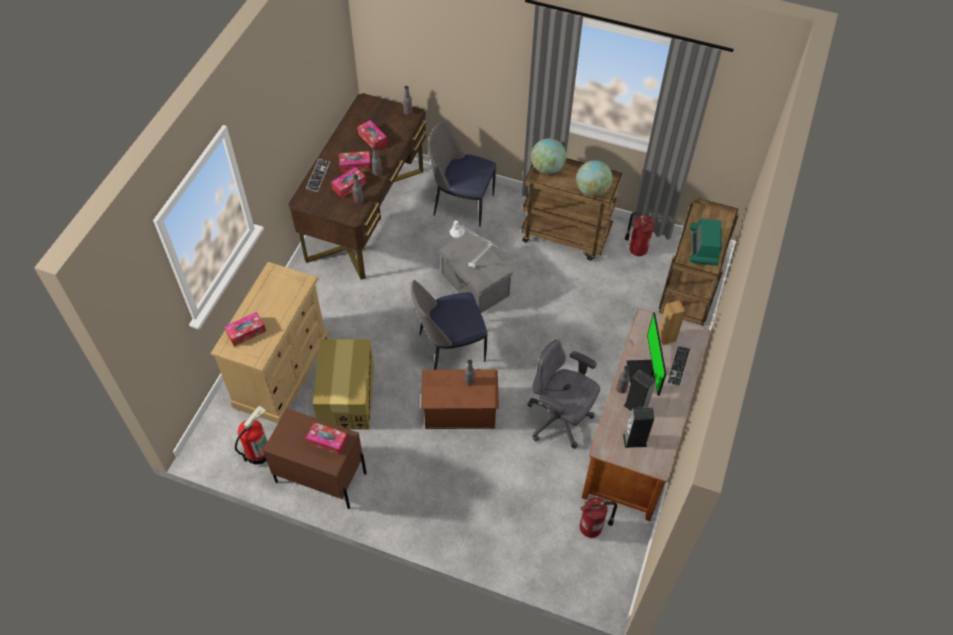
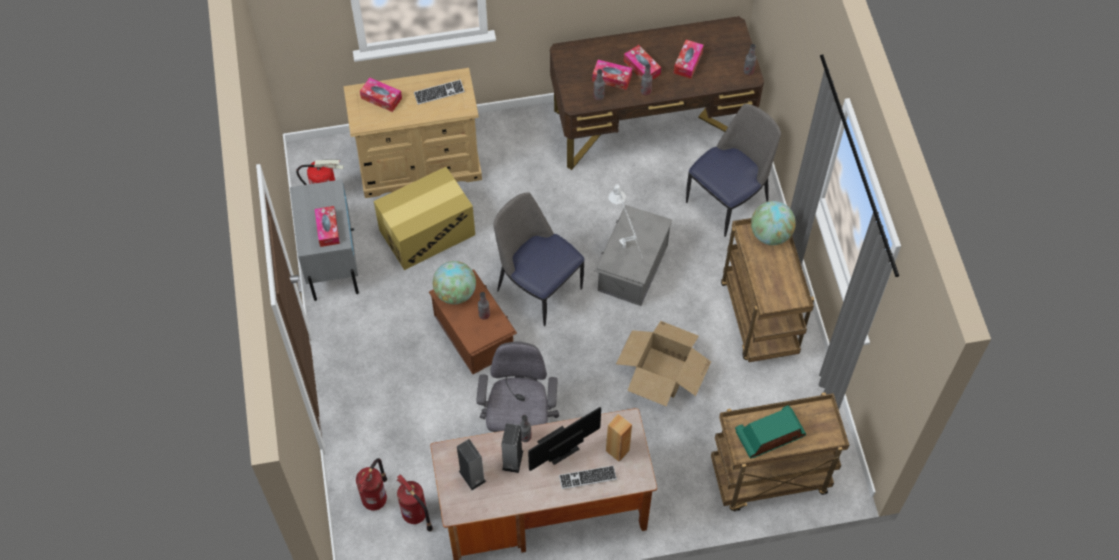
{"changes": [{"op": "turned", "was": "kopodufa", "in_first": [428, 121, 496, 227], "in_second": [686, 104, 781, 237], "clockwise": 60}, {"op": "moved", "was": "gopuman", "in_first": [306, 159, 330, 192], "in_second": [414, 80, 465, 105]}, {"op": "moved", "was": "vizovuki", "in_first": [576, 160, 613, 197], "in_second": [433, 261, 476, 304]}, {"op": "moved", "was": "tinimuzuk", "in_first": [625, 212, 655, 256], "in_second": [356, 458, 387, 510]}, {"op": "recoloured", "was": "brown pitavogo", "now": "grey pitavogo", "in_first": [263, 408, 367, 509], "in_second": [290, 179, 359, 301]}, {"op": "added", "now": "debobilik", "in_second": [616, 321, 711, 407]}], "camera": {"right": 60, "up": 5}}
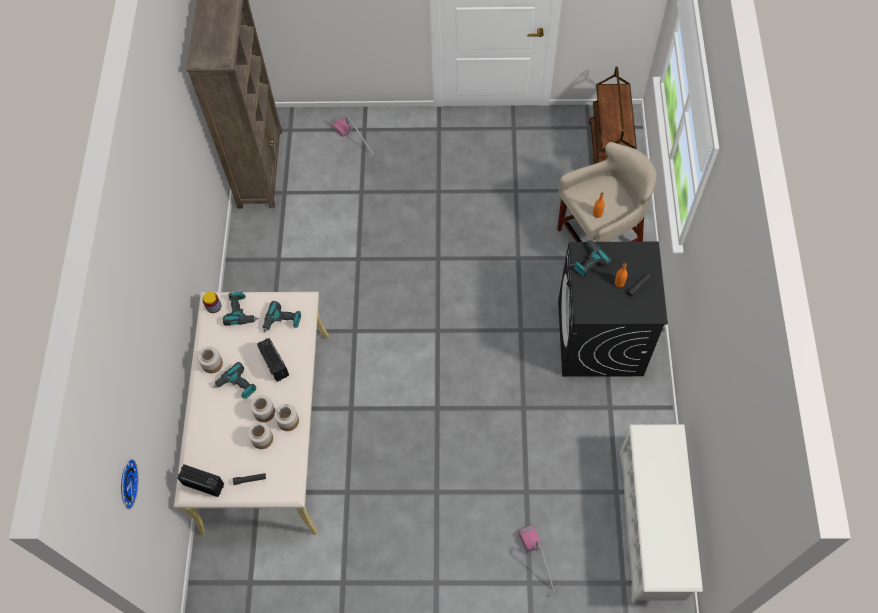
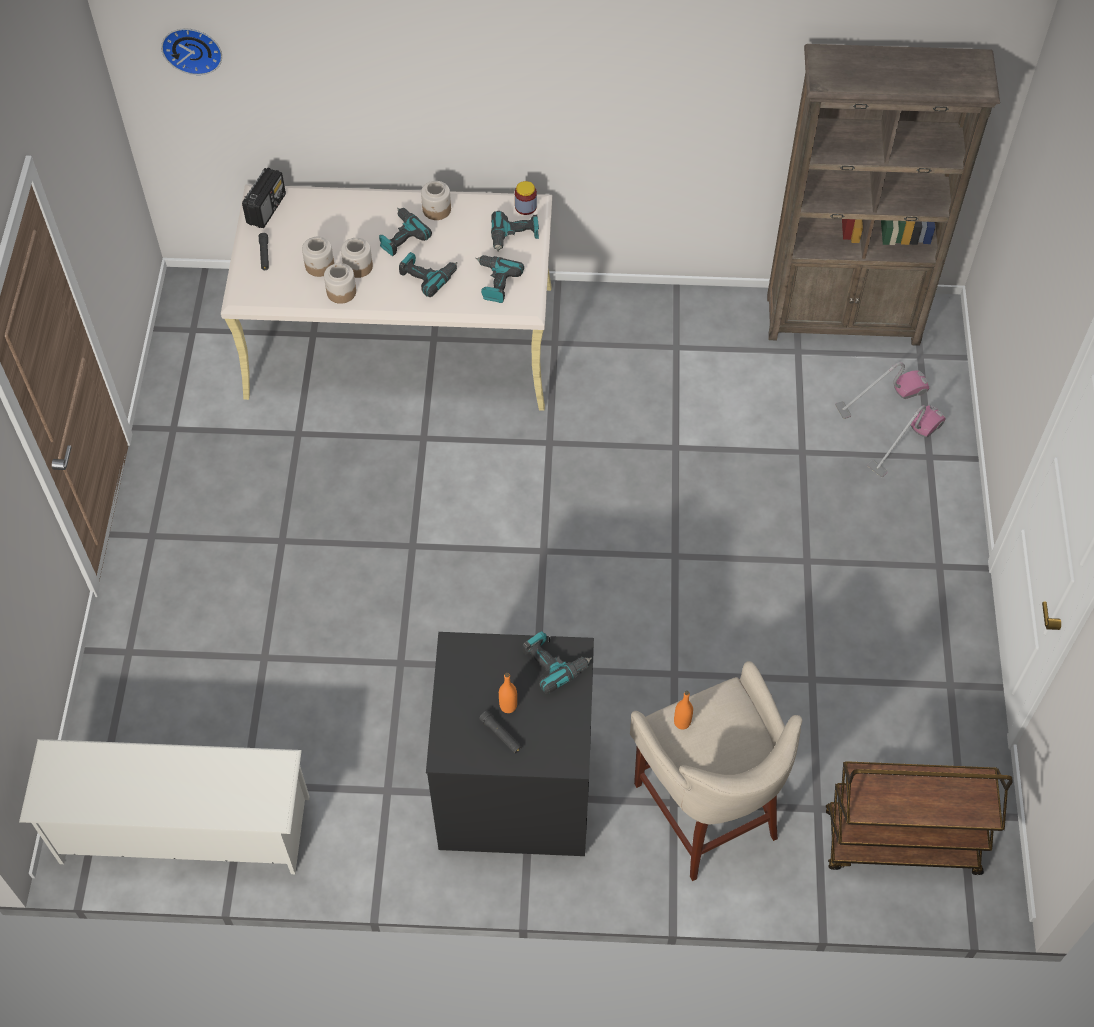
{"changes": [{"op": "replaced", "was": "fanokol", "now": "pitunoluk", "in_first": [257, 338, 289, 382], "in_second": [399, 252, 458, 297]}, {"op": "moved", "was": "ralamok", "in_first": [518, 525, 562, 597], "in_second": [835, 362, 929, 419]}], "camera": {"right": 90, "up": -5}}
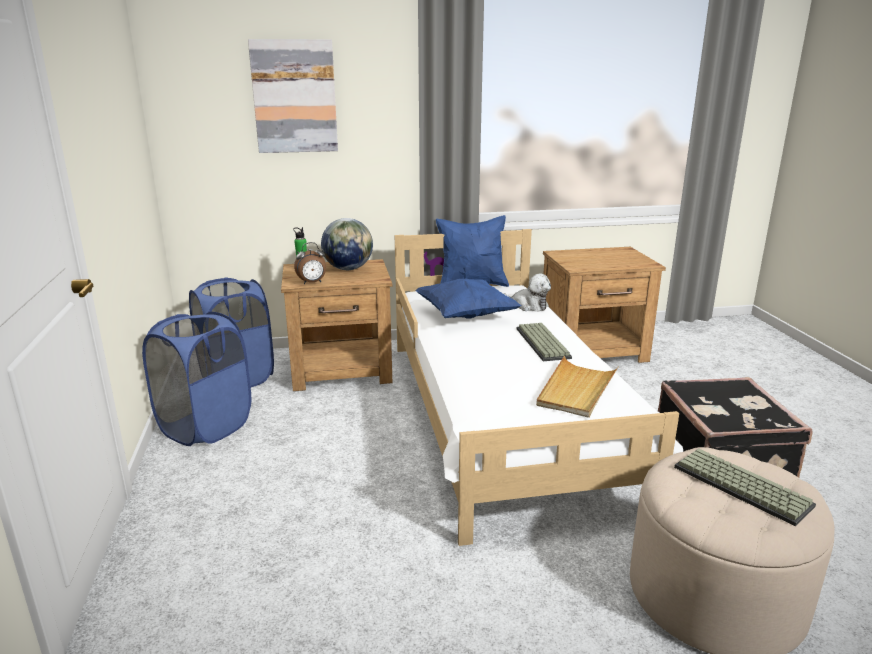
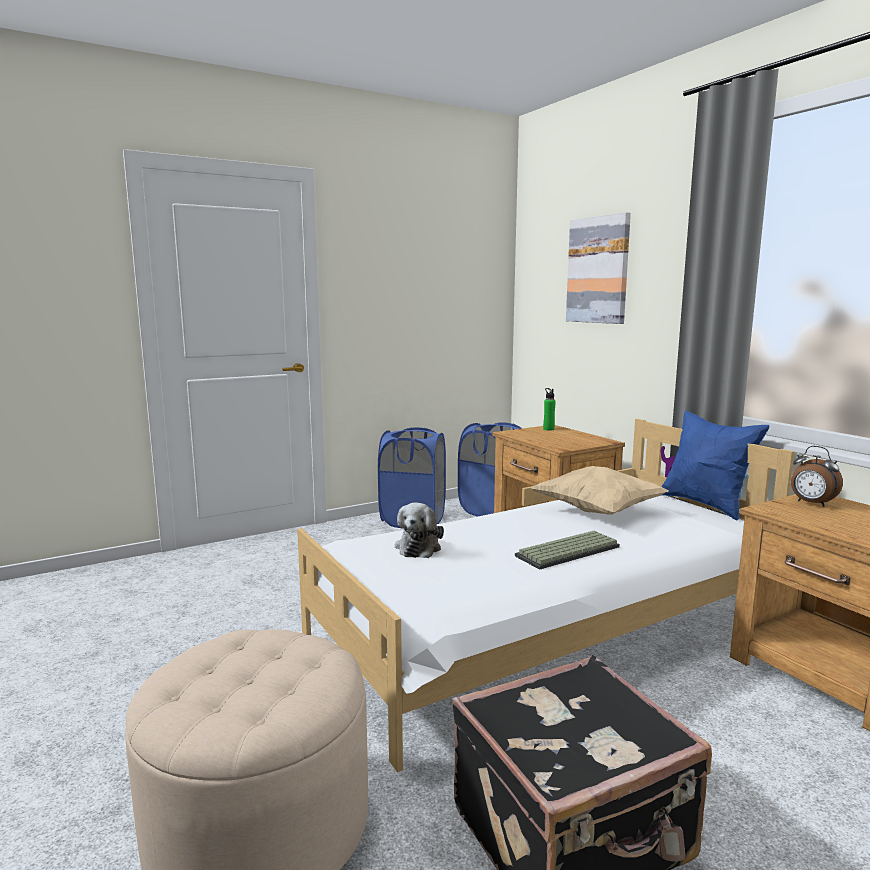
{"changes": [{"op": "removed", "was": "vizovuki", "in_first": [321, 218, 373, 270]}, {"op": "moved", "was": "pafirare", "in_first": [294, 242, 326, 284], "in_second": [791, 446, 843, 507]}, {"op": "moved", "was": "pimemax", "in_first": [503, 273, 551, 312], "in_second": [395, 502, 444, 558]}, {"op": "recoloured", "was": "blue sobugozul", "now": "beige sobugozul", "in_first": [415, 279, 522, 318], "in_second": [532, 466, 668, 515]}, {"op": "removed", "was": "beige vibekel", "in_first": [536, 356, 619, 418]}, {"op": "removed", "was": "gopuman", "in_first": [674, 448, 816, 526]}], "camera": {"right": 70, "up": -10}}
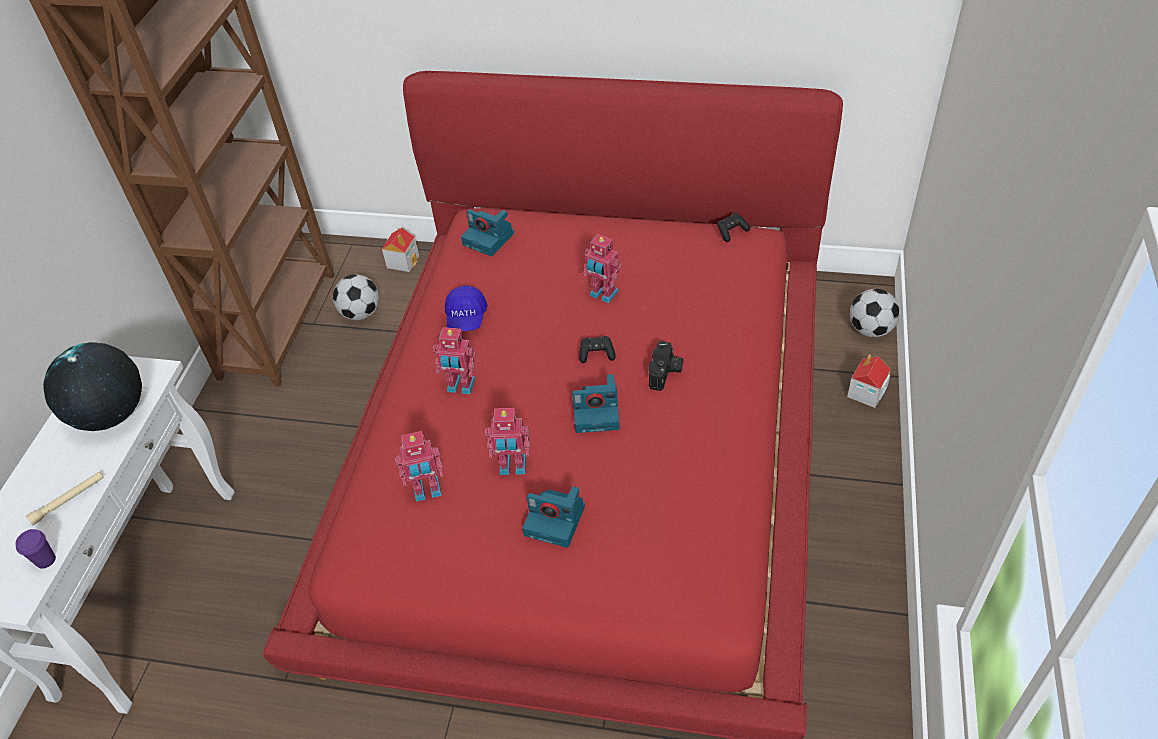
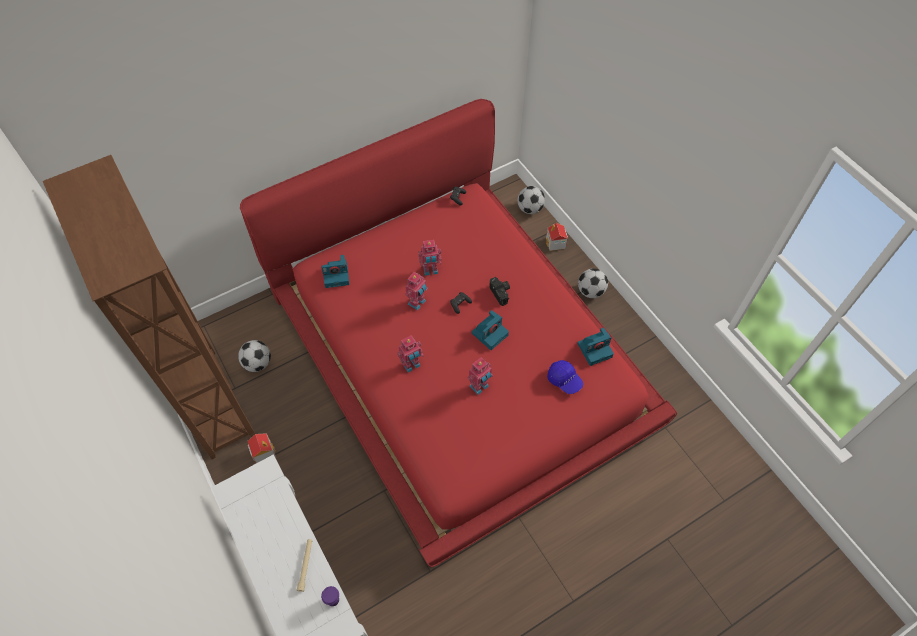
{"changes": [{"op": "moved", "was": "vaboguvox", "in_first": [382, 228, 419, 272], "in_second": [248, 433, 276, 463]}, {"op": "moved", "was": "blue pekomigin", "in_first": [445, 285, 488, 331], "in_second": [547, 360, 583, 394]}, {"op": "removed", "was": "vizovuki", "in_first": [43, 342, 142, 431]}, {"op": "moved", "was": "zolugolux", "in_first": [395, 431, 443, 502], "in_second": [405, 272, 428, 310]}, {"op": "moved", "was": "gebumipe", "in_first": [523, 486, 585, 548], "in_second": [577, 327, 614, 366]}, {"op": "added", "now": "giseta", "in_second": [578, 268, 608, 298]}], "camera": {"right": -45, "up": 10}}
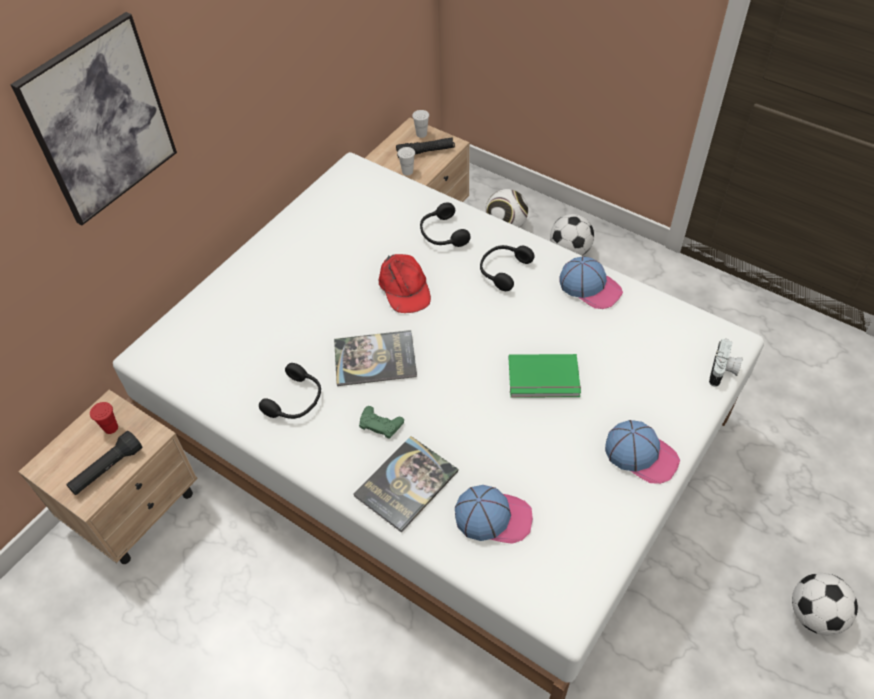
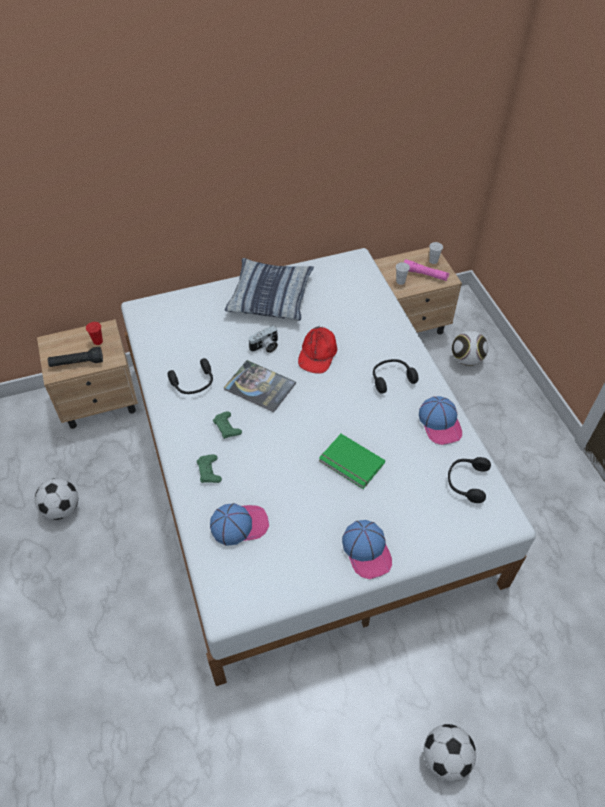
{"changes": [{"op": "removed", "was": "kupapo", "in_first": [10, 12, 177, 225]}, {"op": "recoloured", "was": "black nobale", "now": "pink nobale", "in_first": [396, 138, 455, 158], "in_second": [404, 259, 449, 281]}, {"op": "moved", "was": "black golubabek", "in_first": [420, 202, 471, 247], "in_second": [448, 457, 491, 503]}, {"op": "moved", "was": "giseta", "in_first": [550, 214, 594, 255], "in_second": [35, 478, 78, 520]}, {"op": "moved", "was": "gebumipe", "in_first": [709, 339, 742, 387], "in_second": [248, 326, 278, 353]}, {"op": "replaced", "was": "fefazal", "now": "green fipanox", "in_first": [353, 436, 458, 533], "in_second": [197, 454, 222, 483]}, {"op": "turned", "was": "pekomigin", "in_first": [455, 485, 533, 544], "in_second": [210, 503, 269, 546], "clockwise": -60}, {"op": "added", "now": "sobugozul", "in_second": [225, 258, 314, 321]}], "camera": {"right": 35, "up": 0}}
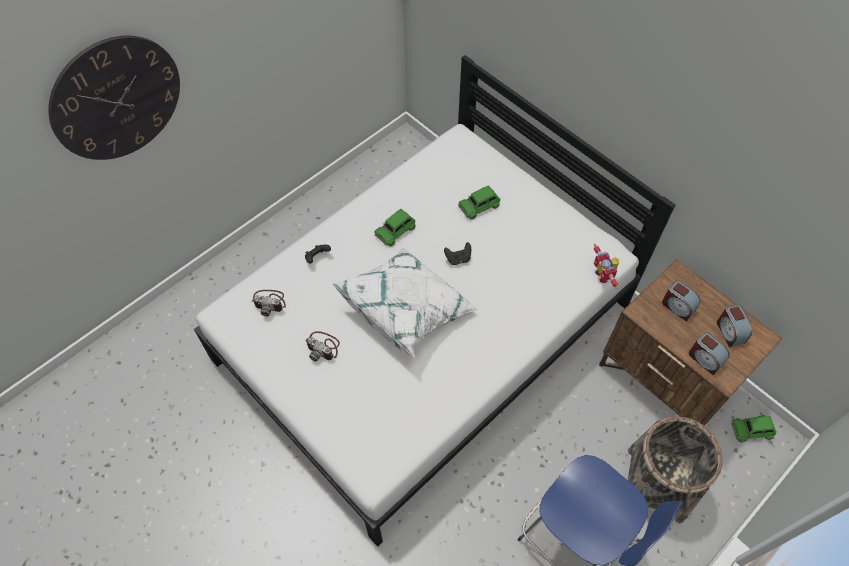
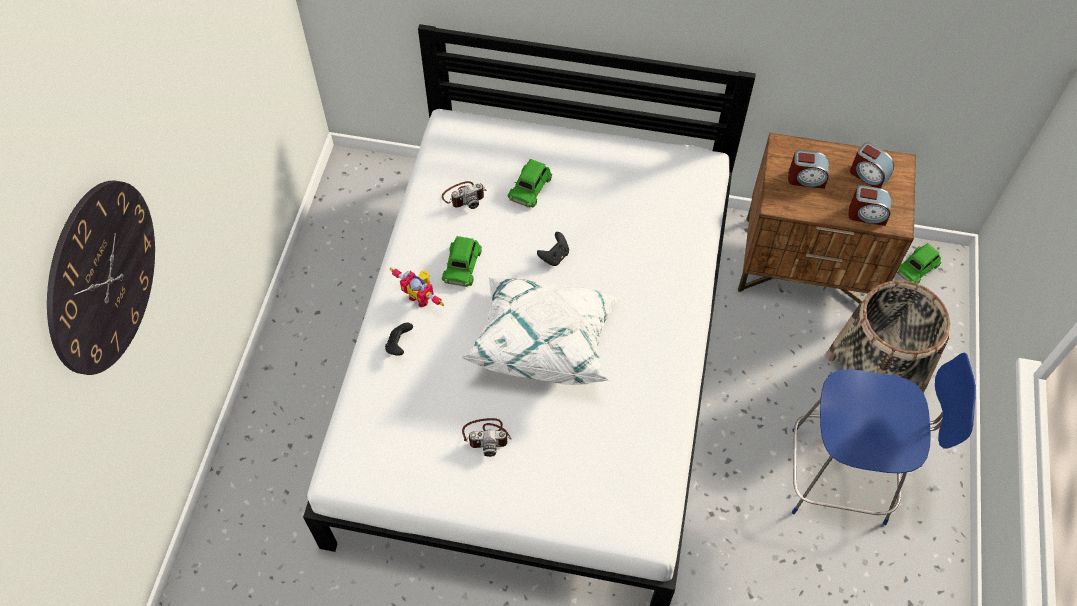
{"changes": [{"op": "moved", "was": "zolugolux", "in_first": [594, 244, 619, 289], "in_second": [389, 268, 444, 307]}, {"op": "moved", "was": "gebumipe", "in_first": [251, 290, 286, 317], "in_second": [442, 181, 487, 209]}], "camera": {"right": -35, "up": 0}}
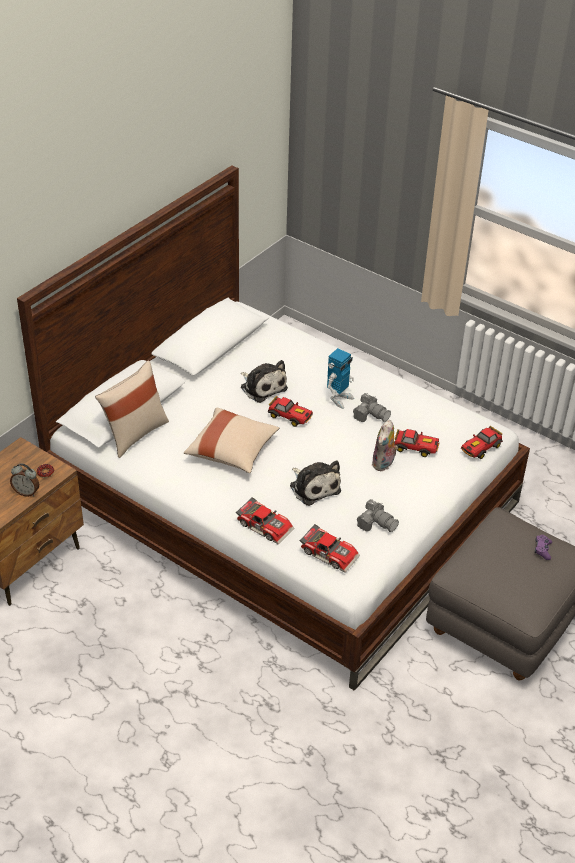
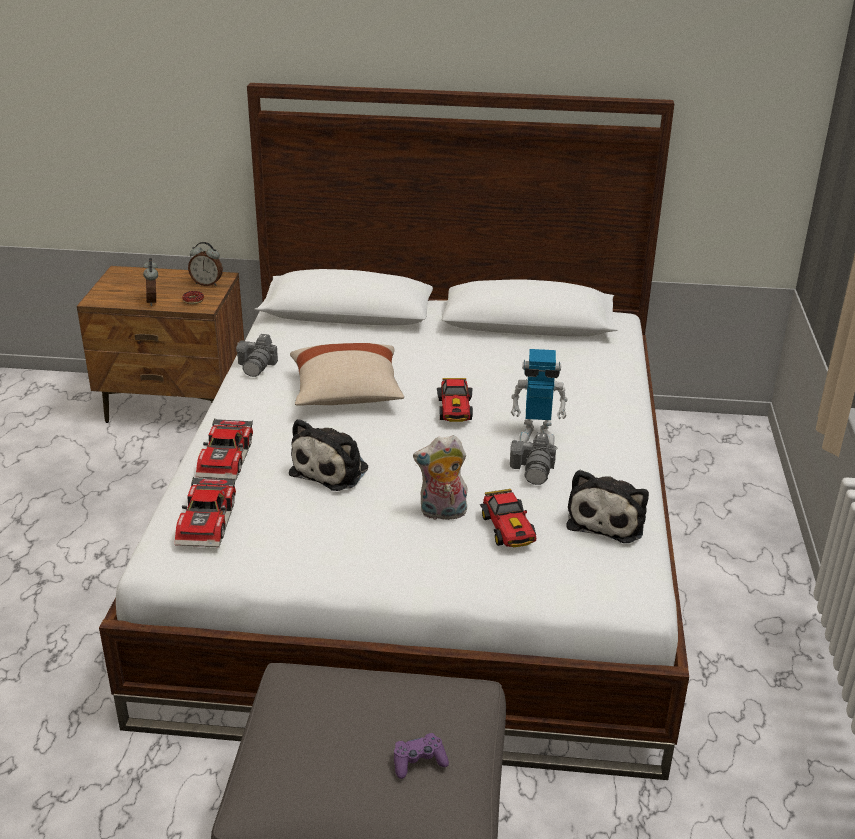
{"changes": [{"op": "moved", "was": "pimemax", "in_first": [241, 360, 288, 403], "in_second": [567, 469, 649, 543]}, {"op": "removed", "was": "beige sobugozul", "in_first": [95, 361, 169, 458]}, {"op": "removed", "was": "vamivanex", "in_first": [461, 426, 503, 459]}, {"op": "moved", "was": "gebumipe", "in_first": [357, 499, 399, 532], "in_second": [236, 334, 278, 377]}, {"op": "added", "now": "pafirare", "in_second": [188, 242, 223, 286]}], "camera": {"right": 60, "up": -10}}
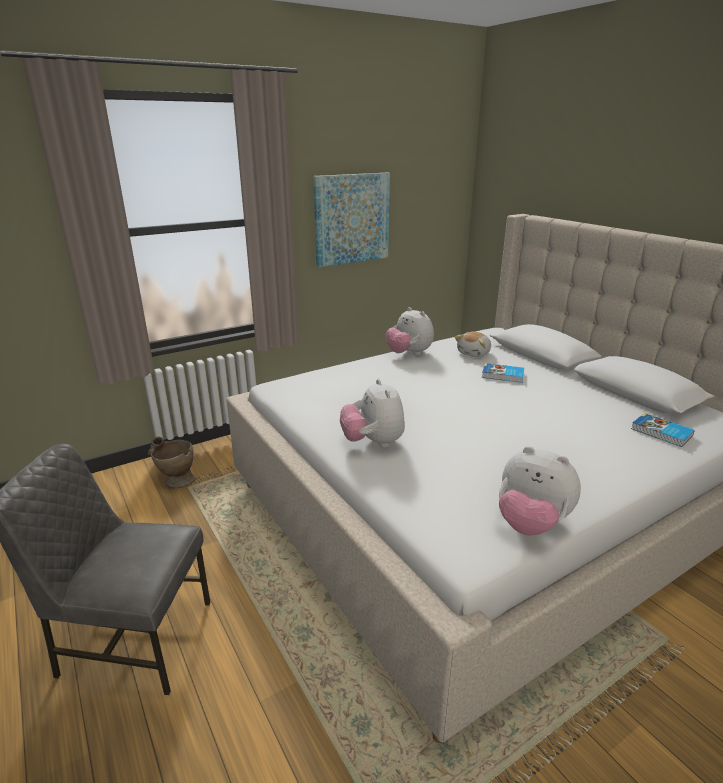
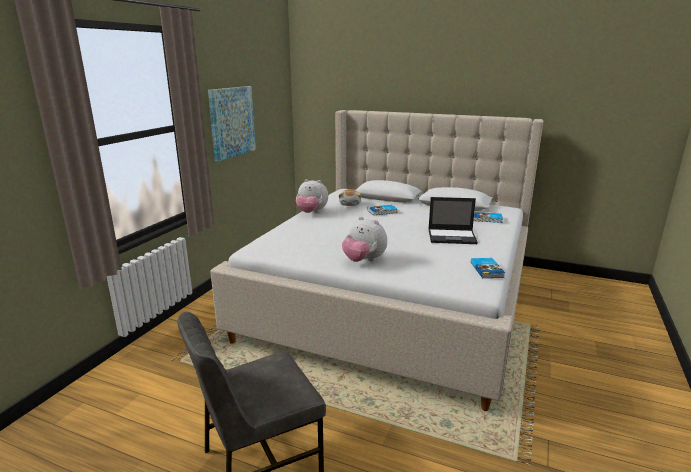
{"changes": [{"op": "removed", "was": "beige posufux", "in_first": [148, 437, 195, 488]}, {"op": "replaced", "was": "pimemax", "now": "fefazal", "in_first": [499, 446, 581, 536], "in_second": [471, 258, 505, 278]}, {"op": "added", "now": "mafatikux", "in_second": [428, 197, 478, 244]}], "camera": {"right": -35, "up": -5}}
